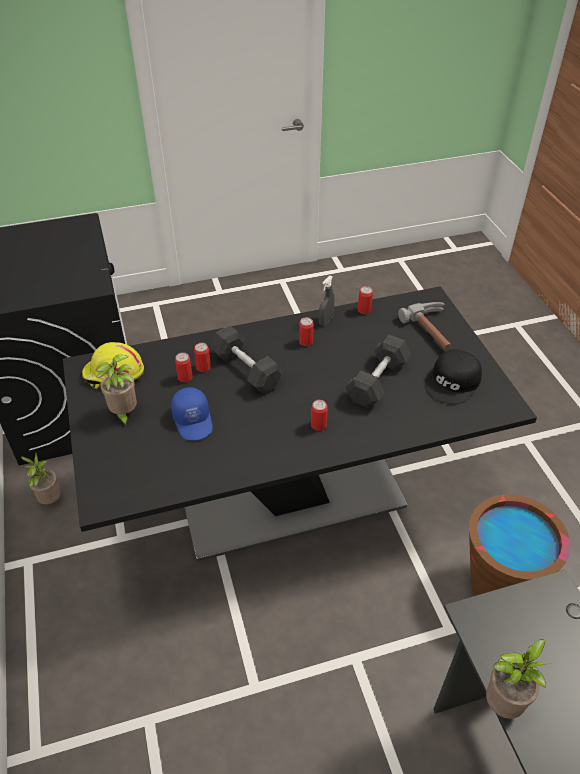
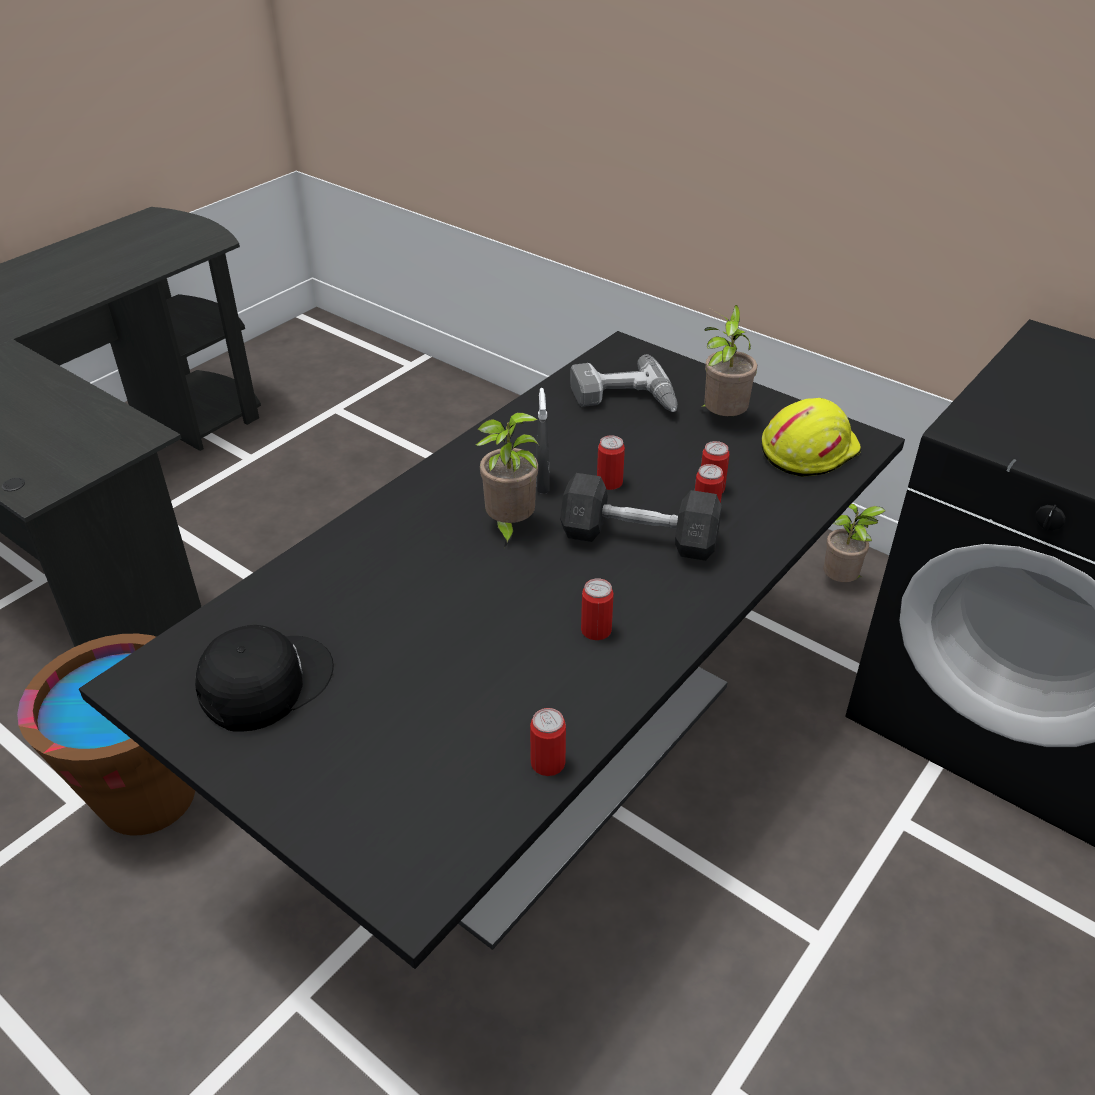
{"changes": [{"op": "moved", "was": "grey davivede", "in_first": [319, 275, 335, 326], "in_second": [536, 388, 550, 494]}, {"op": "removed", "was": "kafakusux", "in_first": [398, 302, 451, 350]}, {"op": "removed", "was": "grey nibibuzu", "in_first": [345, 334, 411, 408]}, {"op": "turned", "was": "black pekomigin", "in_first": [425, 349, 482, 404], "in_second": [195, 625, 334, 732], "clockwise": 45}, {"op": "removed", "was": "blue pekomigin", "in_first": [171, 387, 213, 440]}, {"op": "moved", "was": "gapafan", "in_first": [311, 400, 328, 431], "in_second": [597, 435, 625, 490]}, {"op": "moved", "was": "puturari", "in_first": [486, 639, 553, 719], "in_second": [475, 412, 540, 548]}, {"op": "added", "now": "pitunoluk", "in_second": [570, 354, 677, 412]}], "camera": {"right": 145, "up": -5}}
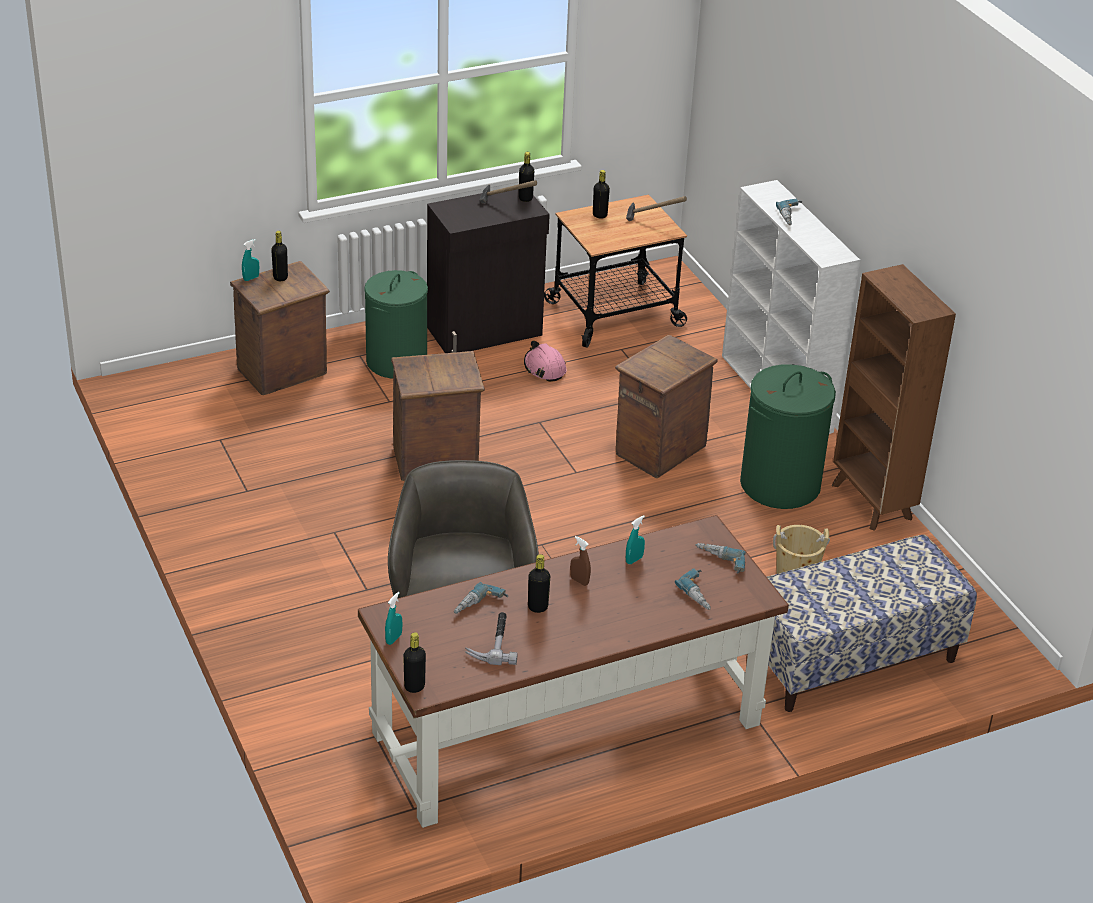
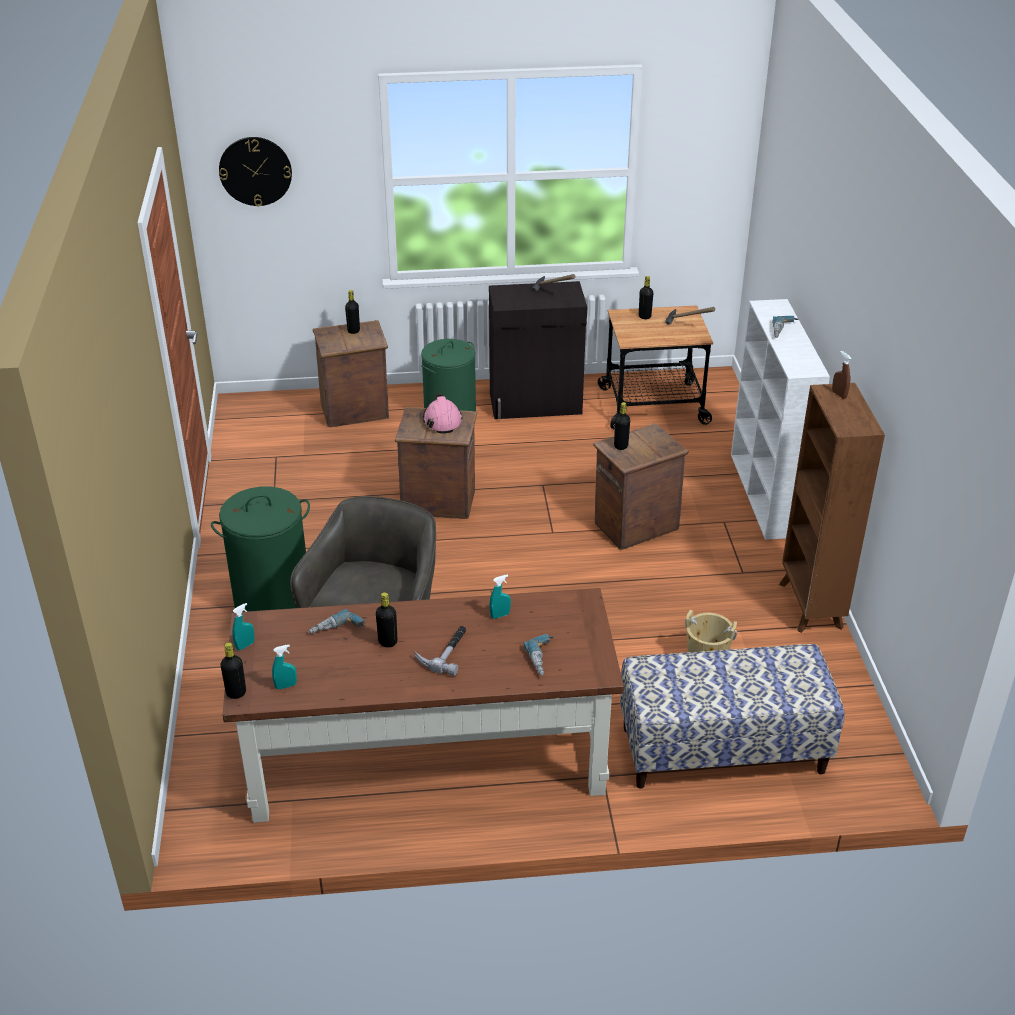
{"changes": [{"op": "moved", "was": "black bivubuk", "in_first": [519, 152, 534, 202], "in_second": [614, 402, 630, 450]}, {"op": "moved", "was": "turquoise davivede", "in_first": [242, 239, 259, 281], "in_second": [272, 645, 297, 689]}, {"op": "moved", "was": "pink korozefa", "in_first": [524, 341, 566, 382], "in_second": [423, 393, 463, 433]}, {"op": "moved", "was": "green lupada", "in_first": [740, 364, 836, 509], "in_second": [211, 487, 310, 612]}, {"op": "moved", "was": "brown davivede", "in_first": [570, 536, 591, 586], "in_second": [832, 351, 851, 399]}, {"op": "removed", "was": "pitunoluk", "in_first": [695, 543, 746, 574]}, {"op": "moved", "was": "kafakusux", "in_first": [465, 612, 517, 665], "in_second": [414, 626, 466, 676]}, {"op": "added", "now": "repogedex", "in_second": [219, 137, 292, 206]}], "camera": {"right": 20, "up": 0}}
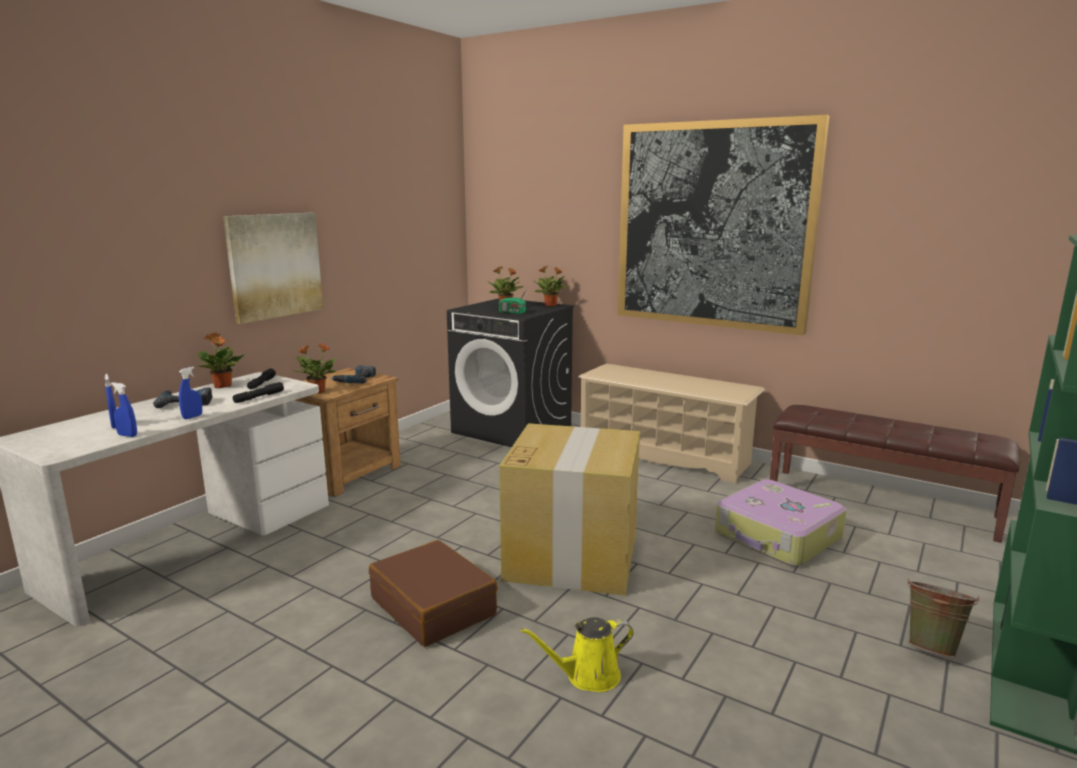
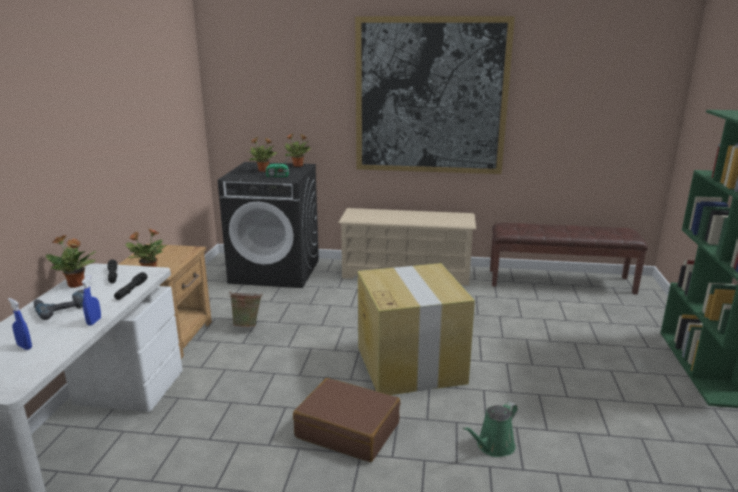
{"changes": [{"op": "removed", "was": "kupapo", "in_first": [223, 213, 323, 324]}, {"op": "removed", "was": "pitunoluk", "in_first": [330, 366, 376, 384]}, {"op": "removed", "was": "blue davivede", "in_first": [111, 382, 137, 437]}, {"op": "removed", "was": "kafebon", "in_first": [715, 479, 847, 567]}, {"op": "moved", "was": "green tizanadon", "in_first": [907, 577, 980, 657], "in_second": [228, 291, 263, 327]}, {"op": "recoloured", "was": "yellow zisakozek", "now": "green zisakozek", "in_first": [520, 617, 633, 692], "in_second": [463, 402, 518, 457]}], "camera": {"right": -25, "up": 5}}
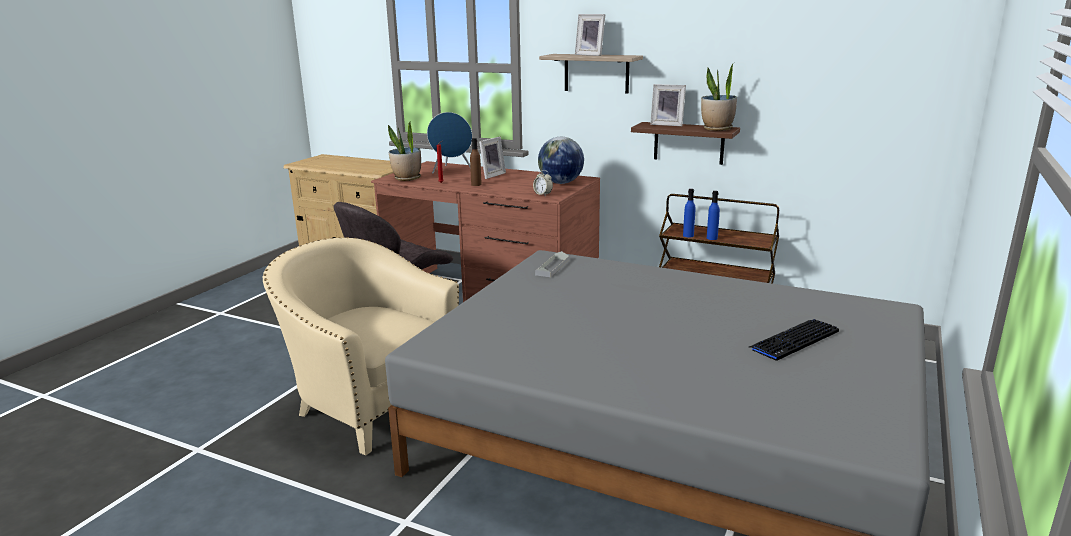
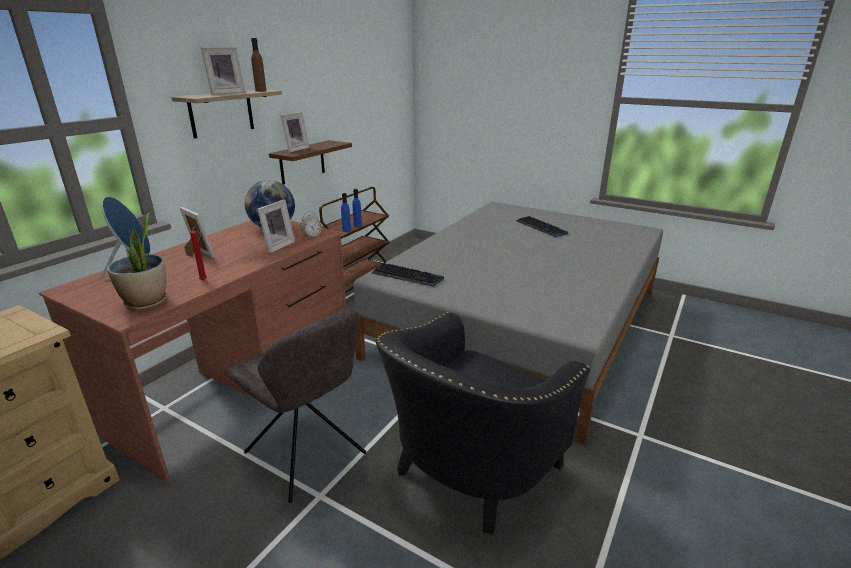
{"changes": [{"op": "removed", "was": "puturari", "in_first": [701, 63, 737, 131]}, {"op": "moved", "was": "brown bivubuk", "in_first": [470, 138, 482, 186], "in_second": [251, 38, 267, 92]}, {"op": "recoloured", "was": "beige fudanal", "now": "black fudanal", "in_first": [263, 237, 459, 456], "in_second": [376, 312, 590, 534]}, {"op": "replaced", "was": "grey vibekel", "now": "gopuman", "in_first": [535, 251, 569, 277], "in_second": [372, 263, 444, 287]}, {"op": "added", "now": "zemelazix", "in_second": [257, 199, 295, 253]}], "camera": {"right": -85, "up": 5}}
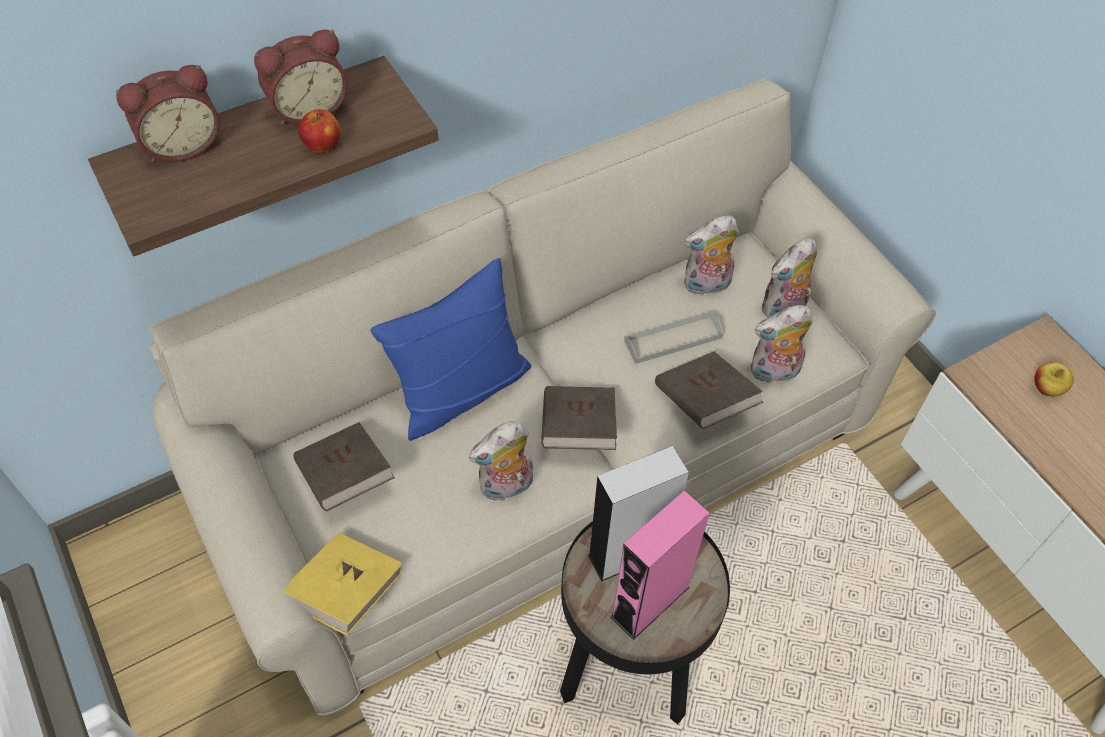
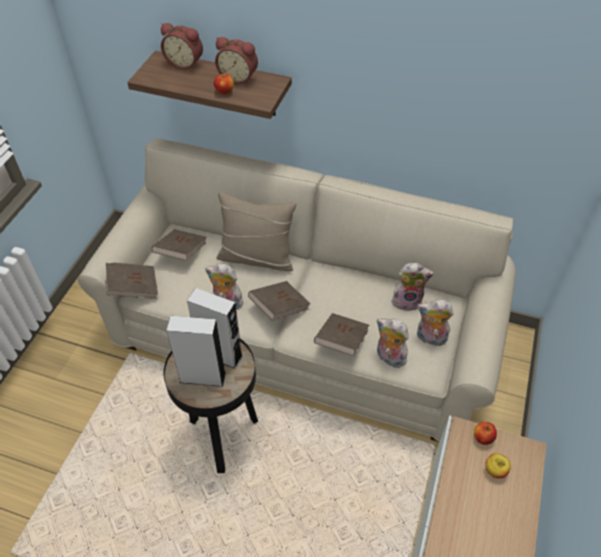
{"changes": [{"op": "turned", "was": "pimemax", "in_first": [684, 215, 739, 296], "in_second": [392, 263, 434, 311], "clockwise": 150}, {"op": "recoloured", "was": "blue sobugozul", "now": "beige sobugozul", "in_first": [370, 258, 531, 441], "in_second": [217, 192, 296, 271]}, {"op": "removed", "was": "grey vibekel", "in_first": [624, 311, 724, 364]}, {"op": "recoloured", "was": "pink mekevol", "now": "grey mekevol", "in_first": [611, 490, 710, 640], "in_second": [166, 316, 226, 387]}, {"op": "recoloured", "was": "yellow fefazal", "now": "brown fefazal", "in_first": [283, 533, 403, 635], "in_second": [105, 263, 158, 299]}, {"op": "added", "now": "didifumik", "in_second": [474, 421, 497, 445]}], "camera": {"right": 50, "up": -5}}
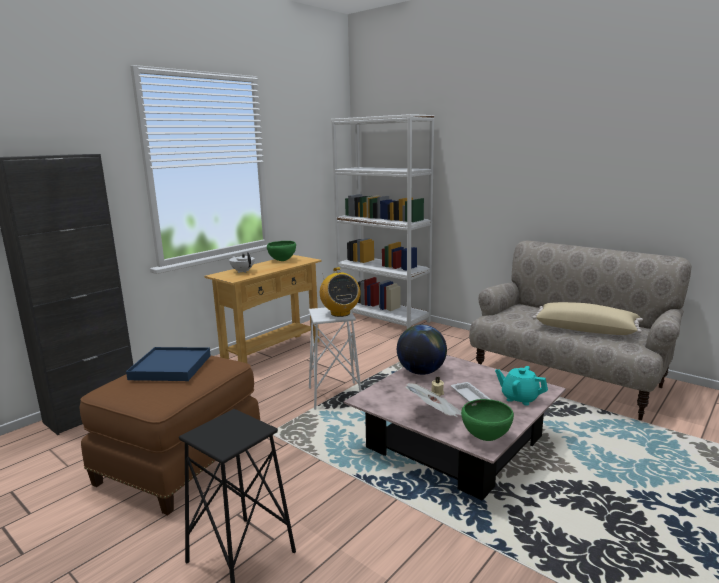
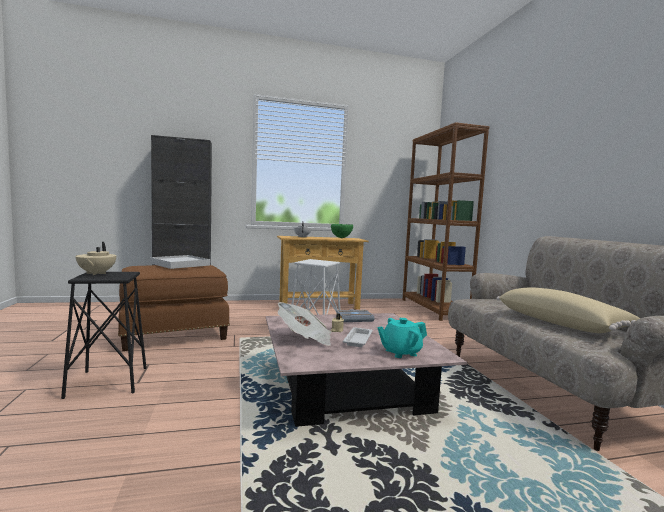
{"changes": [{"op": "recoloured", "was": "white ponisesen", "now": "brown ponisesen", "in_first": [331, 114, 435, 329], "in_second": [402, 122, 489, 321]}, {"op": "removed", "was": "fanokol", "in_first": [320, 267, 360, 317]}, {"op": "replaced", "was": "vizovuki", "now": "grey fefazal", "in_first": [397, 325, 447, 375], "in_second": [336, 309, 374, 322]}, {"op": "recoloured", "was": "blue vibekel", "now": "white vibekel", "in_first": [126, 347, 211, 381], "in_second": [150, 255, 210, 269]}, {"op": "turned", "was": "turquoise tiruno", "in_first": [495, 366, 548, 406], "in_second": [377, 318, 427, 358], "clockwise": -90}, {"op": "removed", "was": "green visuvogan", "in_first": [461, 399, 514, 441]}, {"op": "added", "now": "beige tiruno", "in_second": [75, 242, 116, 275]}], "camera": {"right": 35, "up": -10}}
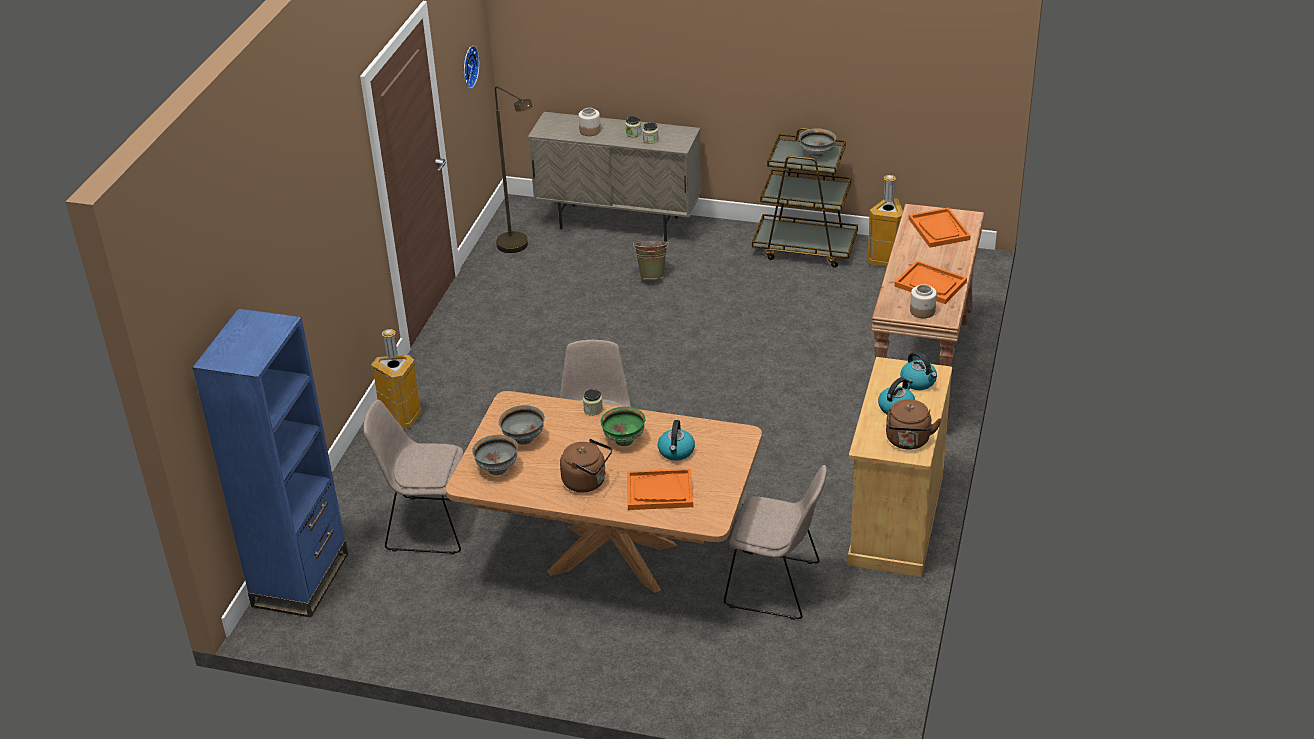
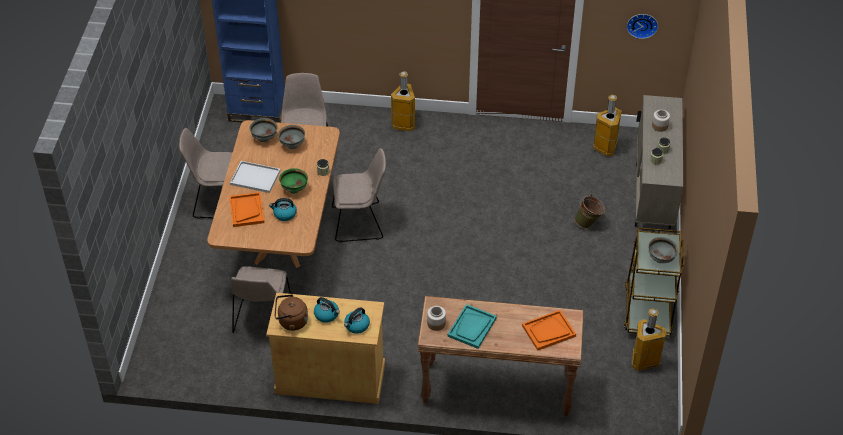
{"changes": [{"op": "replaced", "was": "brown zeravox", "now": "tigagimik", "in_first": [495, 86, 533, 253], "in_second": [593, 95, 622, 156]}, {"op": "recoloured", "was": "orange vibekel", "now": "turquoise vibekel", "in_first": [894, 260, 967, 304], "in_second": [447, 304, 497, 349]}, {"op": "replaced", "was": "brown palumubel", "now": "white vibekel", "in_first": [560, 439, 612, 492], "in_second": [230, 161, 280, 193]}, {"op": "added", "now": "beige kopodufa", "in_second": [179, 128, 233, 219]}], "camera": {"right": 80, "up": 10}}
